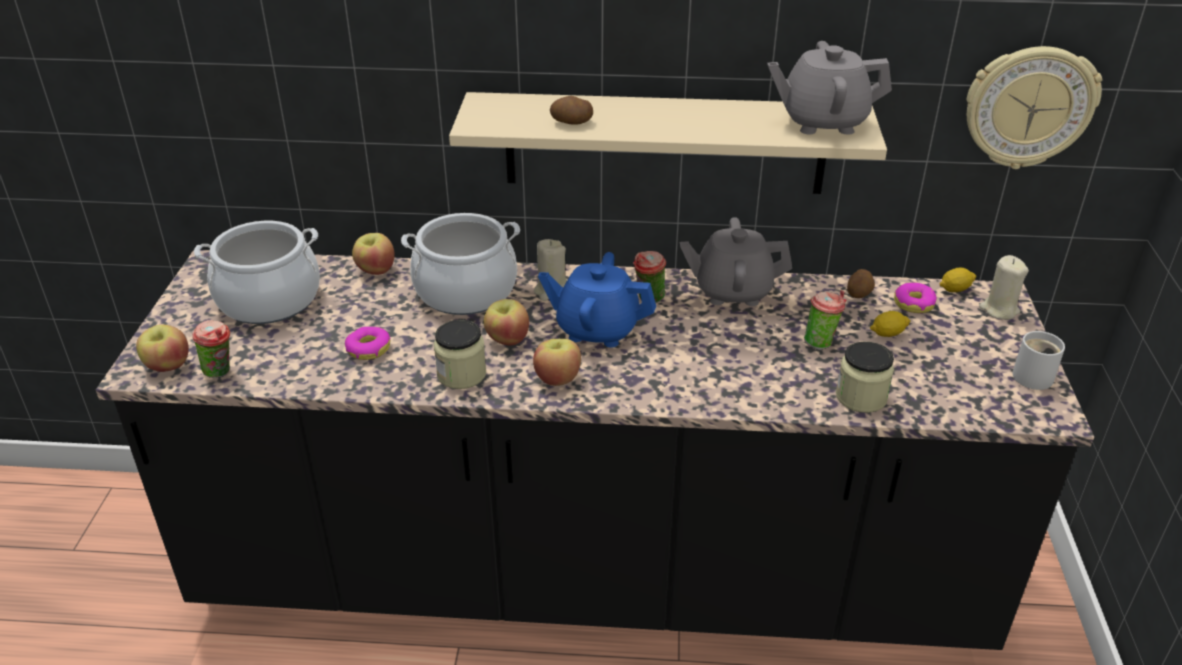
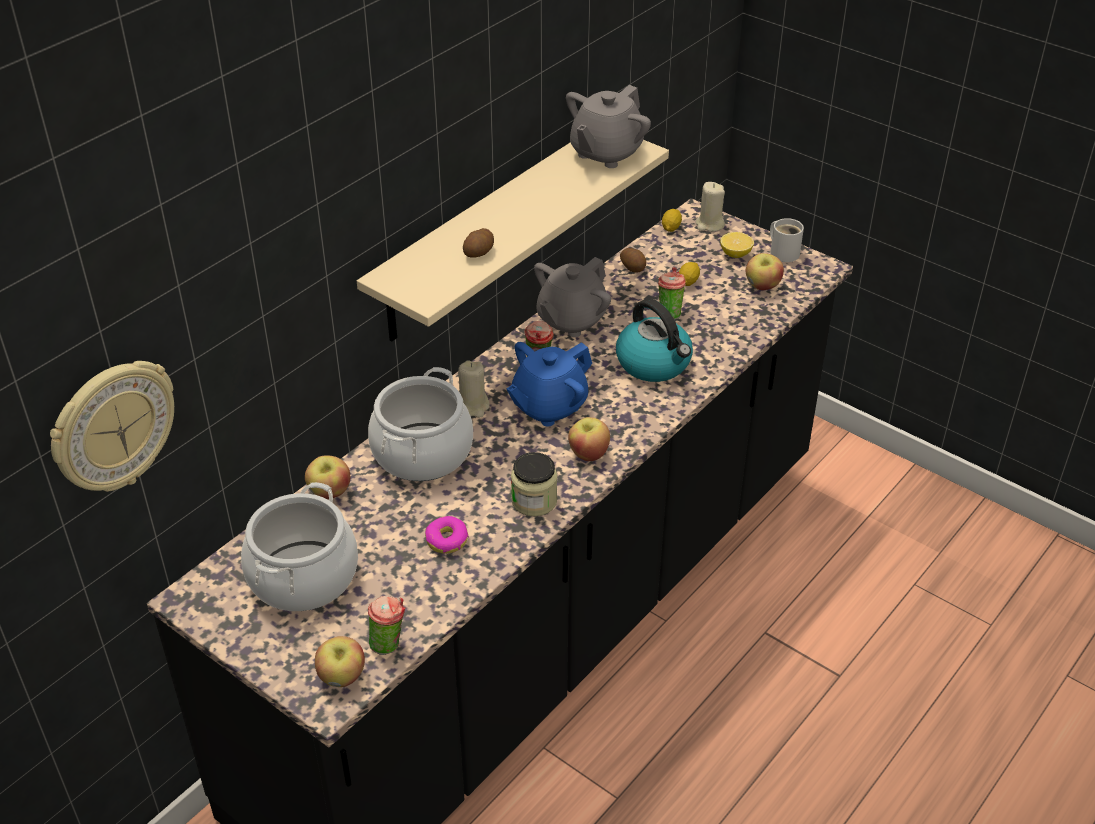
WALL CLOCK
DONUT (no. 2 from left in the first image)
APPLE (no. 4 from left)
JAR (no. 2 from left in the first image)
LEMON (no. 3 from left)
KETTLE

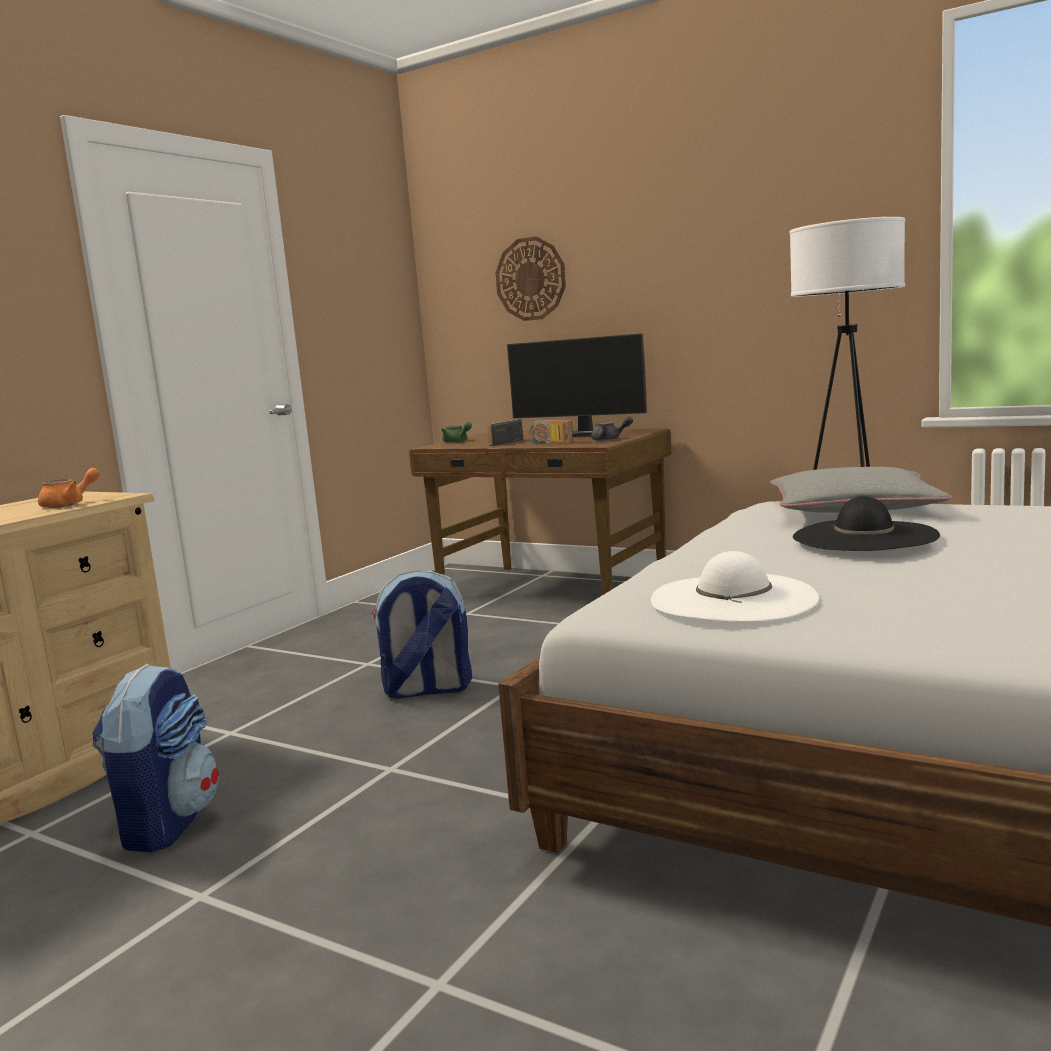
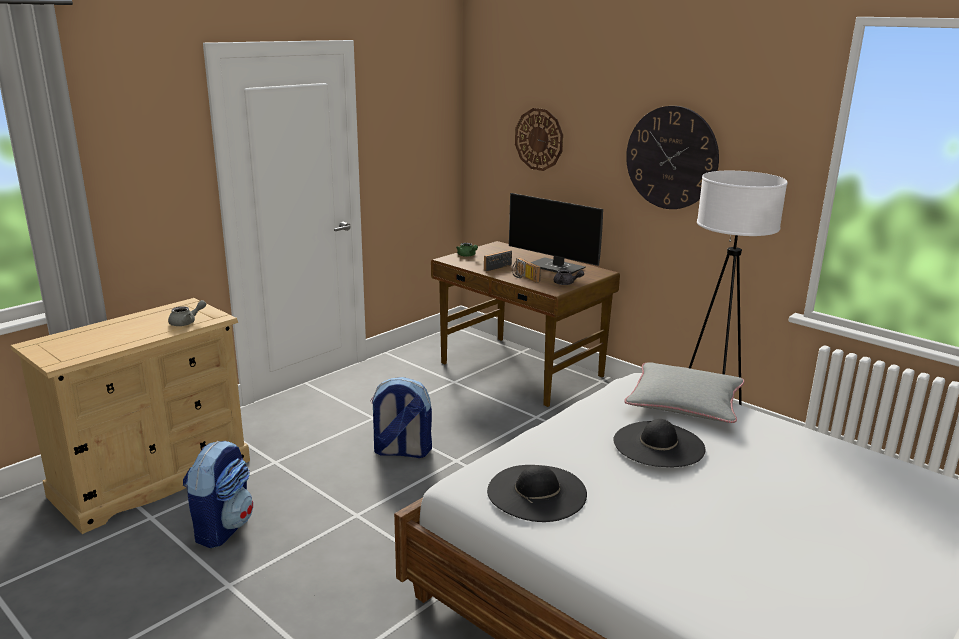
GREY TEAPOT (no. 1 from left)
BLACK HAT (no. 1 from left)
WALL CLOCK (no. 2 from left)

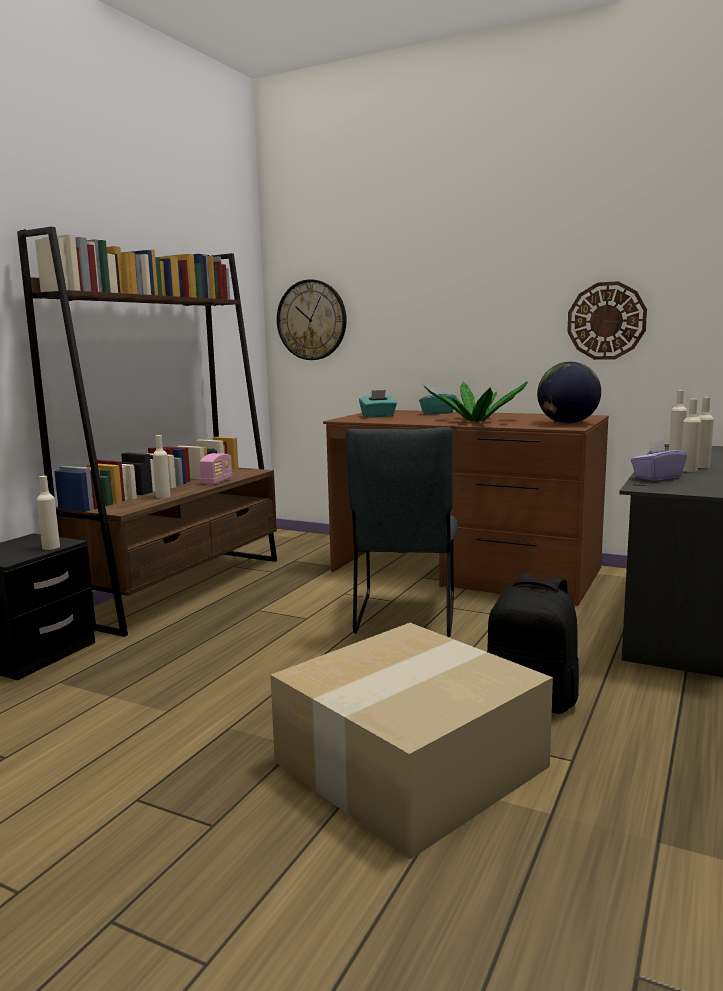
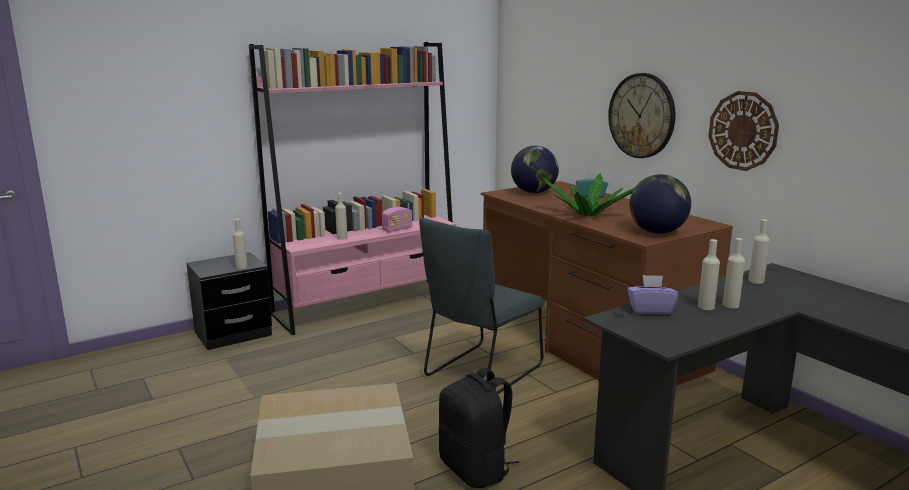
PINK BOOKCASE
WALL CLOCK (no. 1 from left)
GLOBE (no. 1 from left)

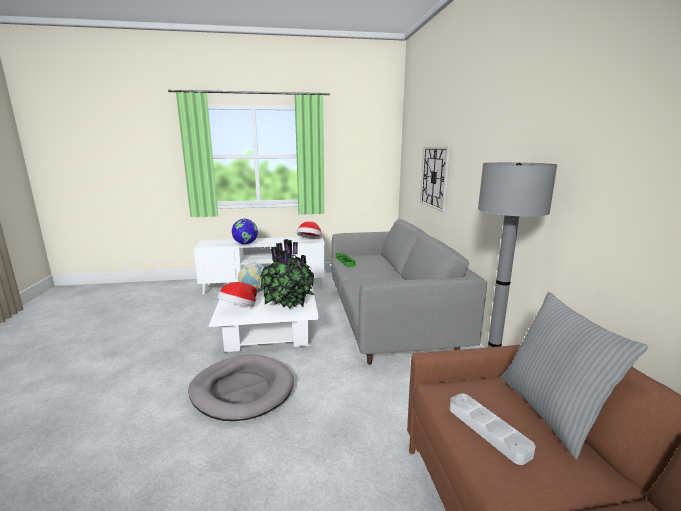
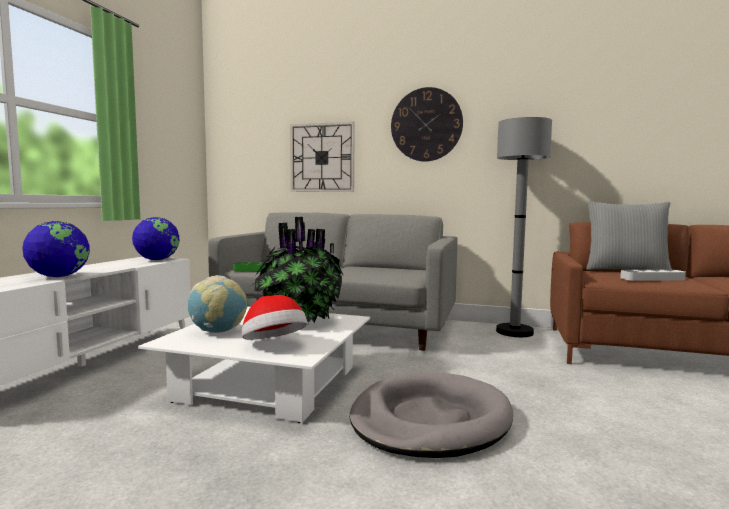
GLOBE (no. 2 from left)
WALL CLOCK (no. 2 from left)

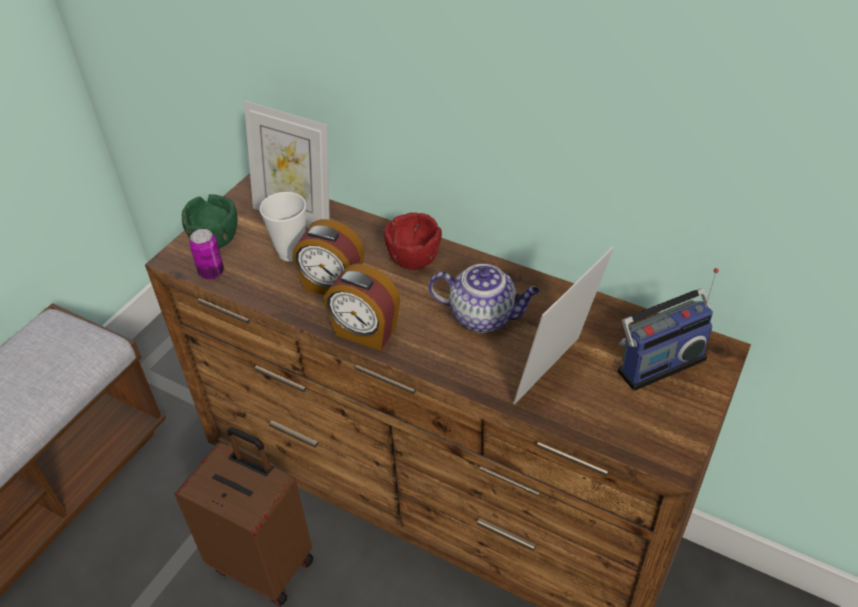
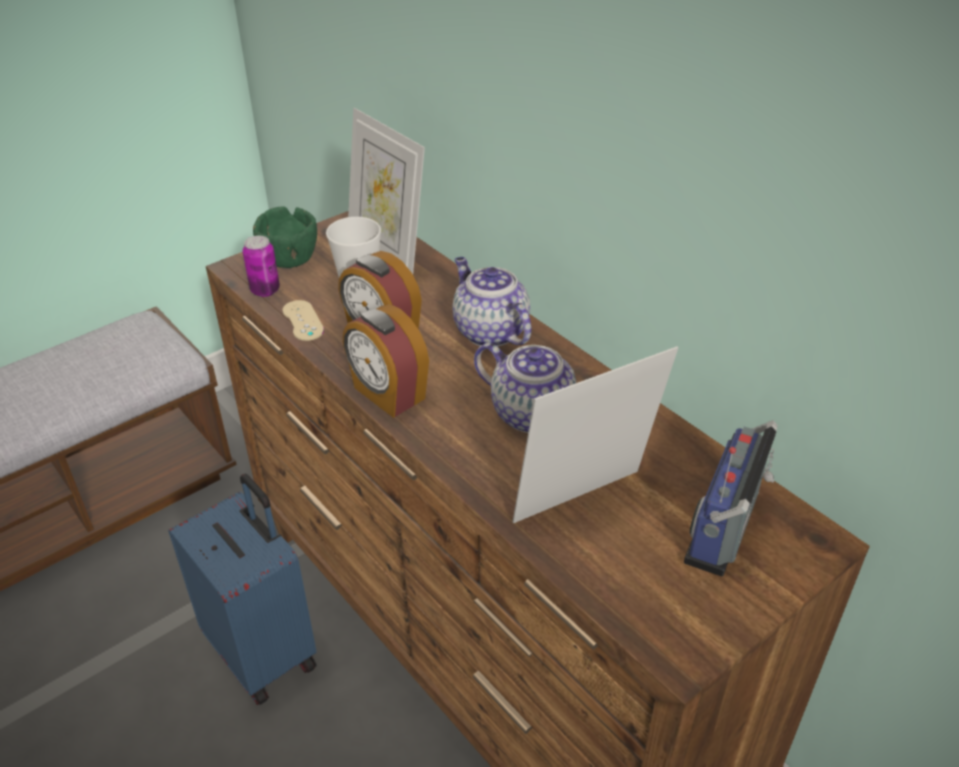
TEAPOT (no. 1 from left)
RADIO
BLUE SUITCASE
BEIGE GAME CONTROLLER

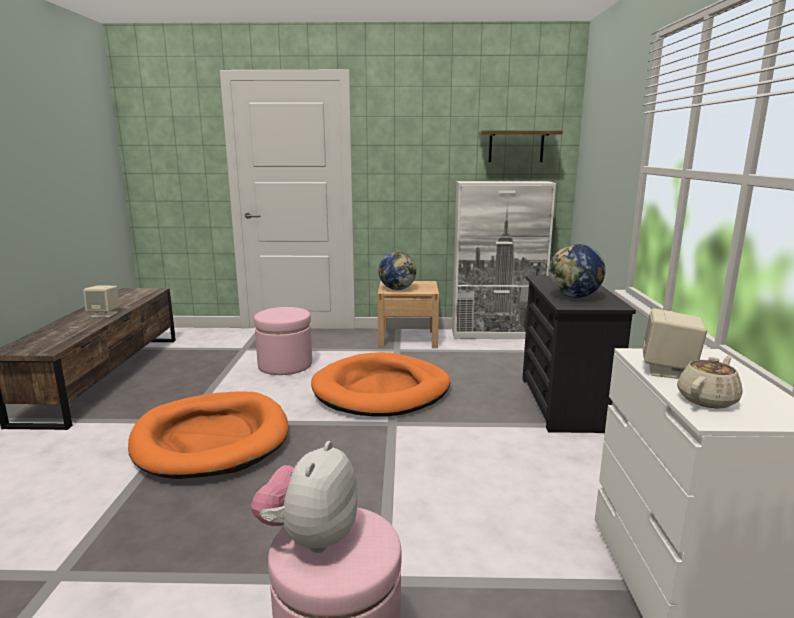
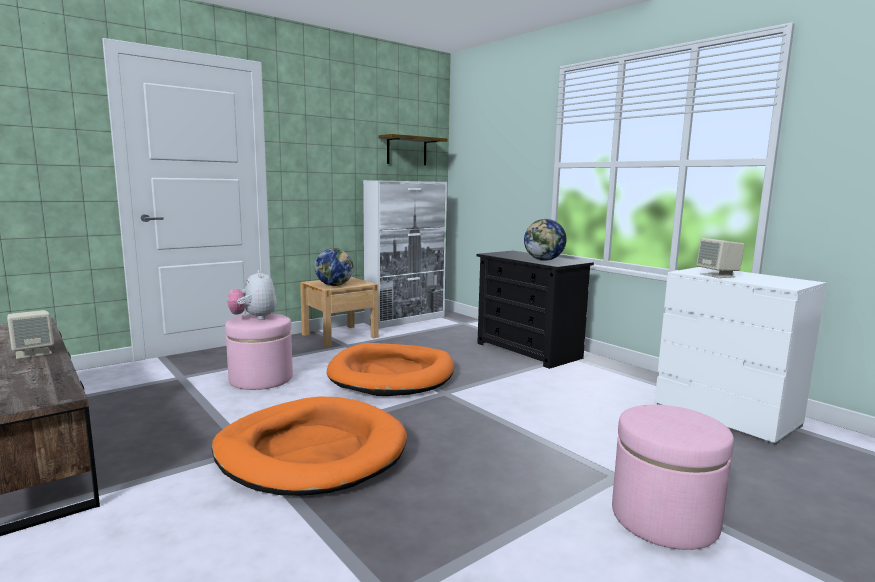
BEIGE TEAPOT
PLUSH TOY

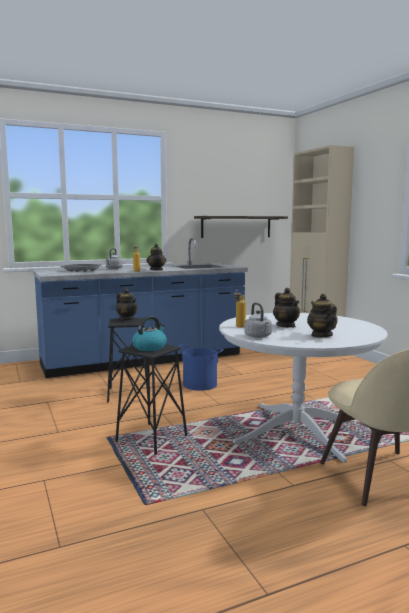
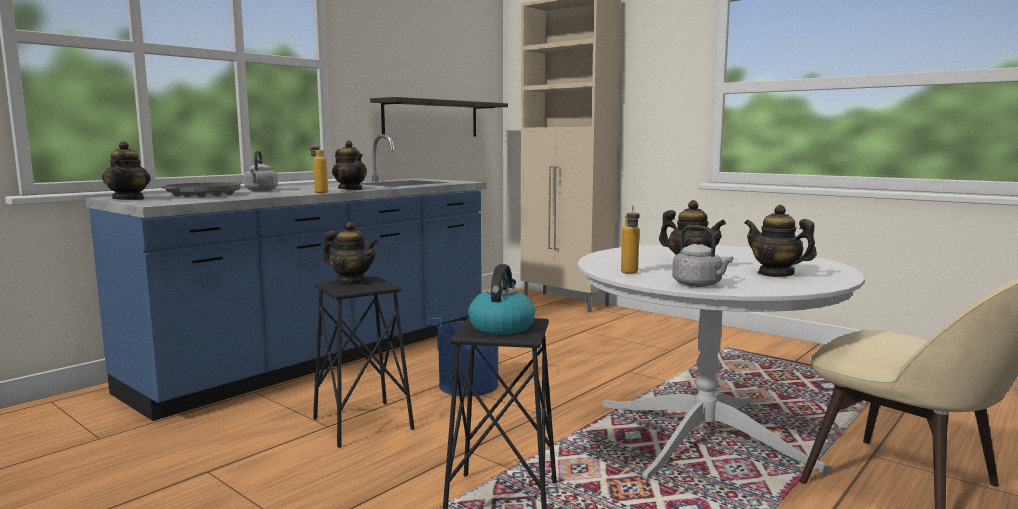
TEAPOT (no. 1 from left)

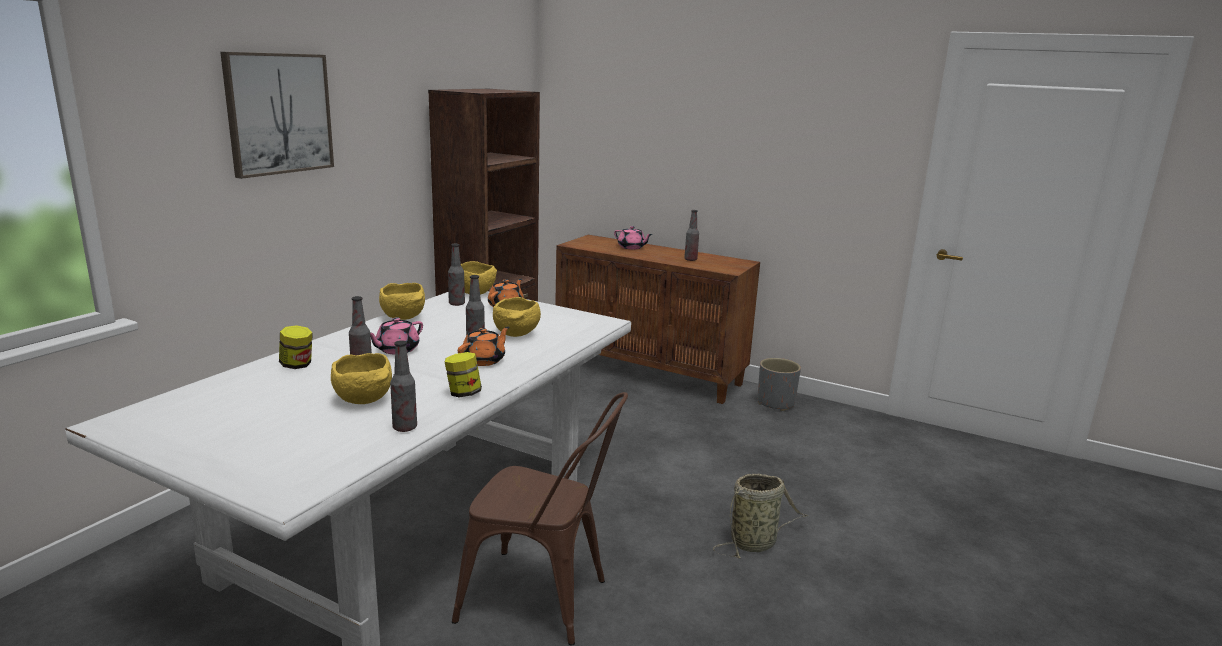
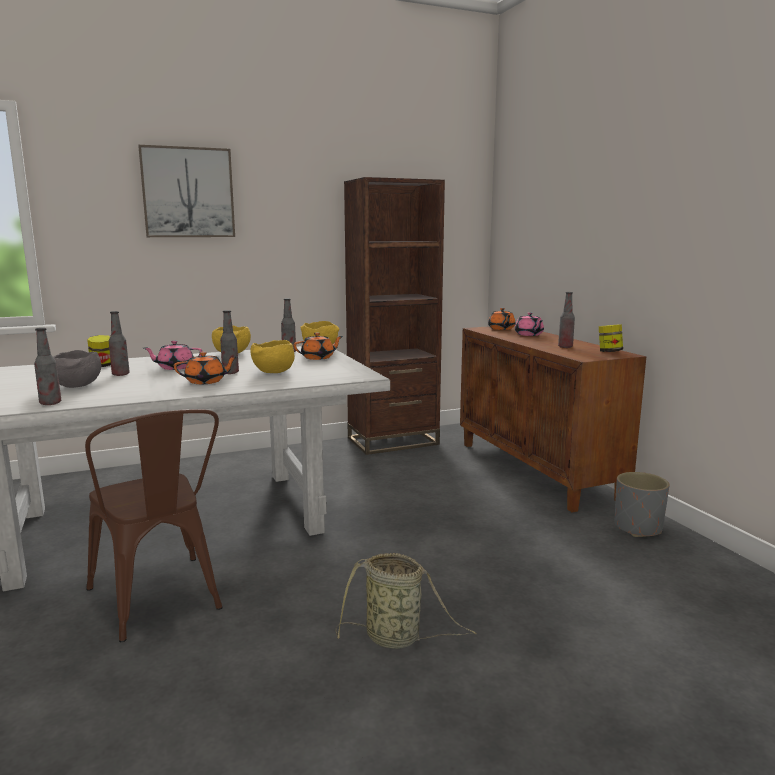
JAR (no. 2 from left)
GREY BOWL
ORANGE TEAPOT (no. 3 from left)

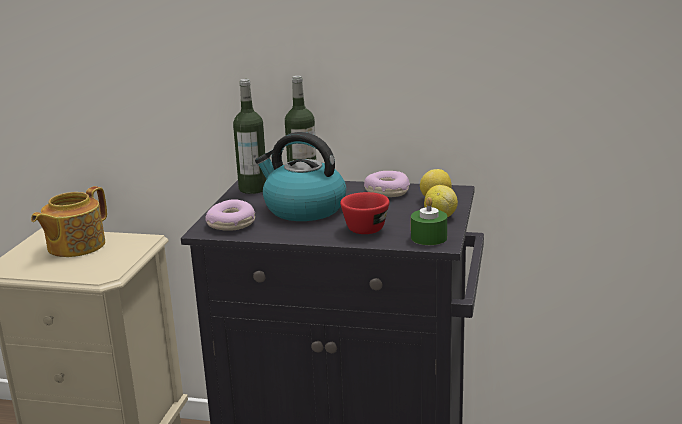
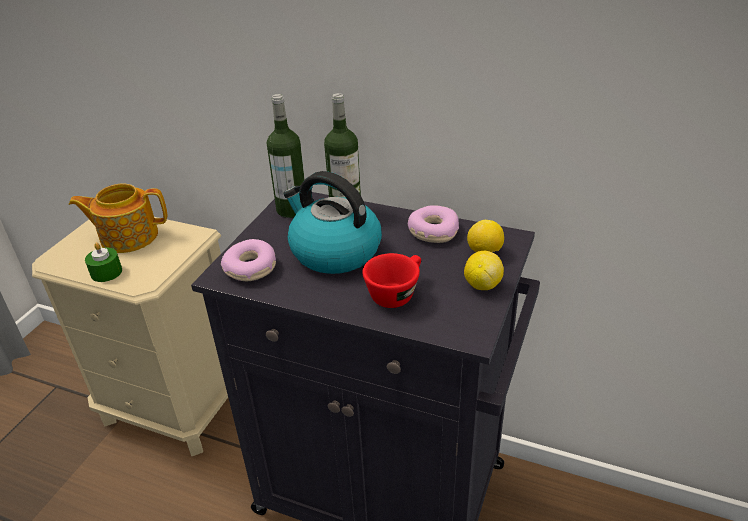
TEAPOT
GREEN CANDLE

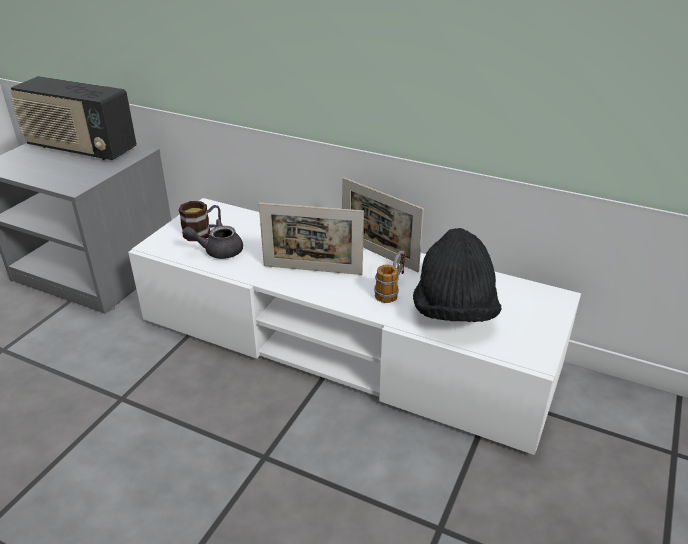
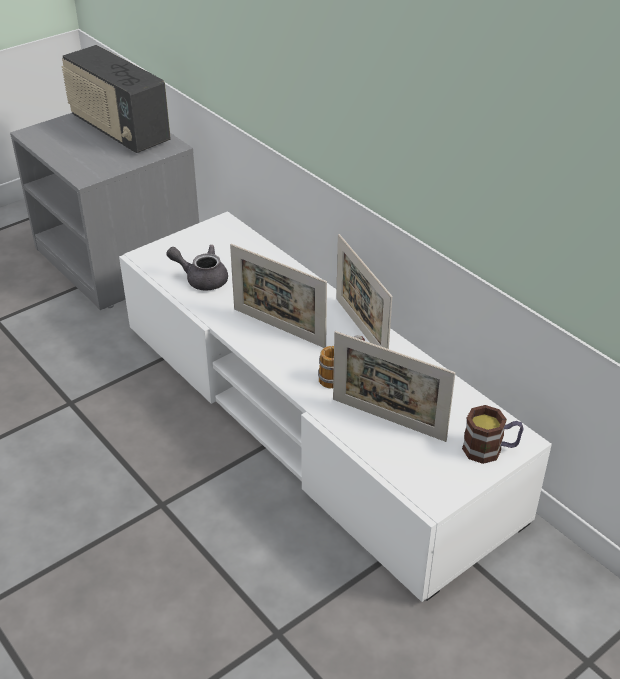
MUG (no. 2 from left)
PICTURE FRAME (no. 3 from left)

